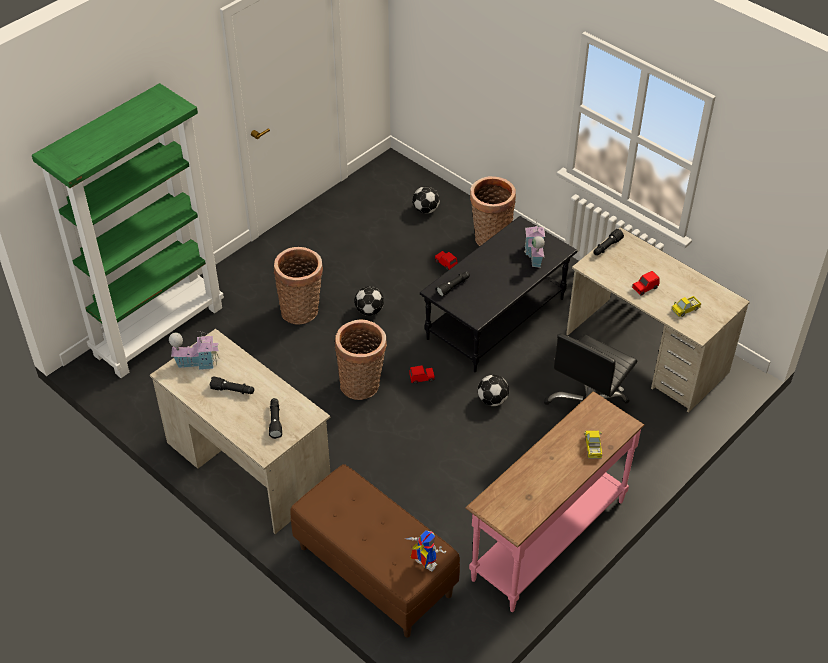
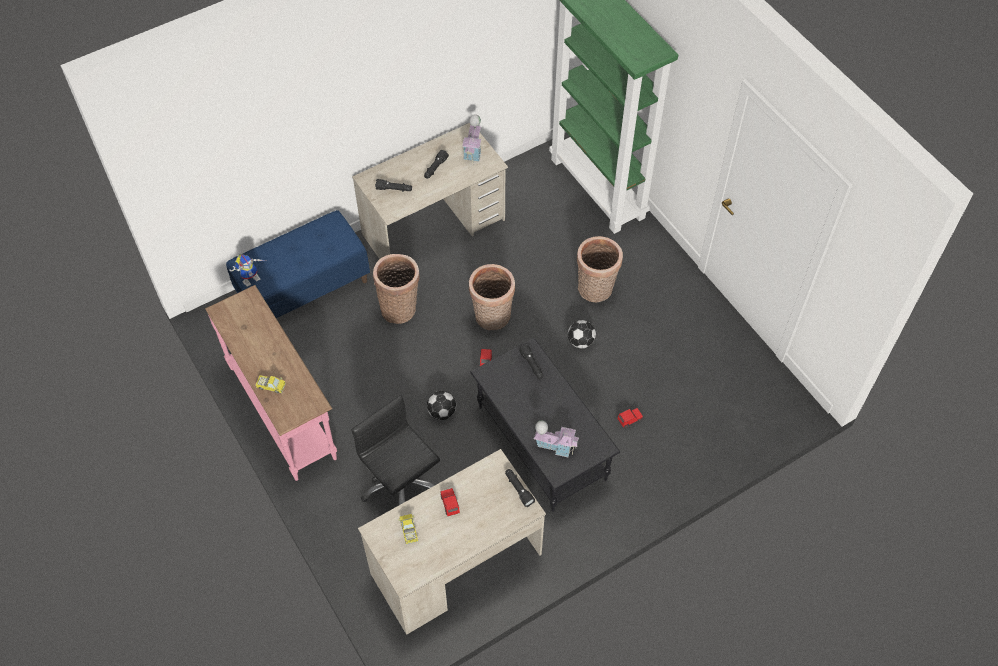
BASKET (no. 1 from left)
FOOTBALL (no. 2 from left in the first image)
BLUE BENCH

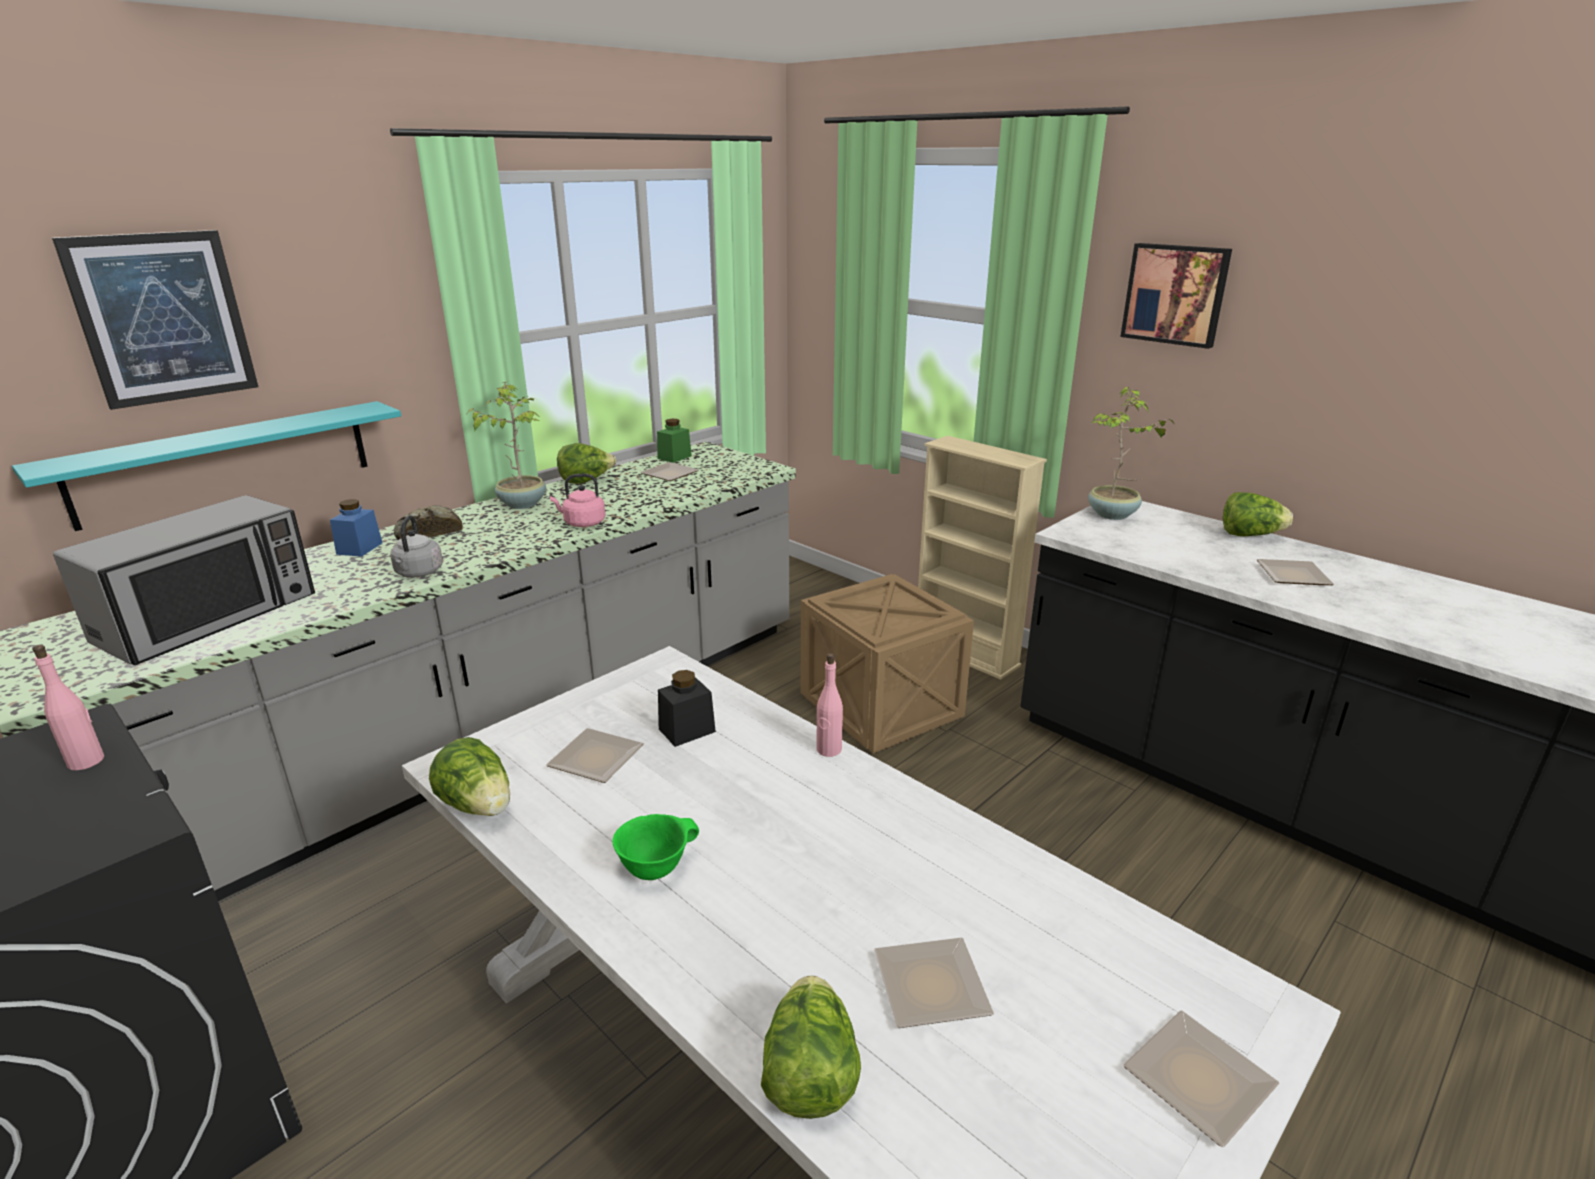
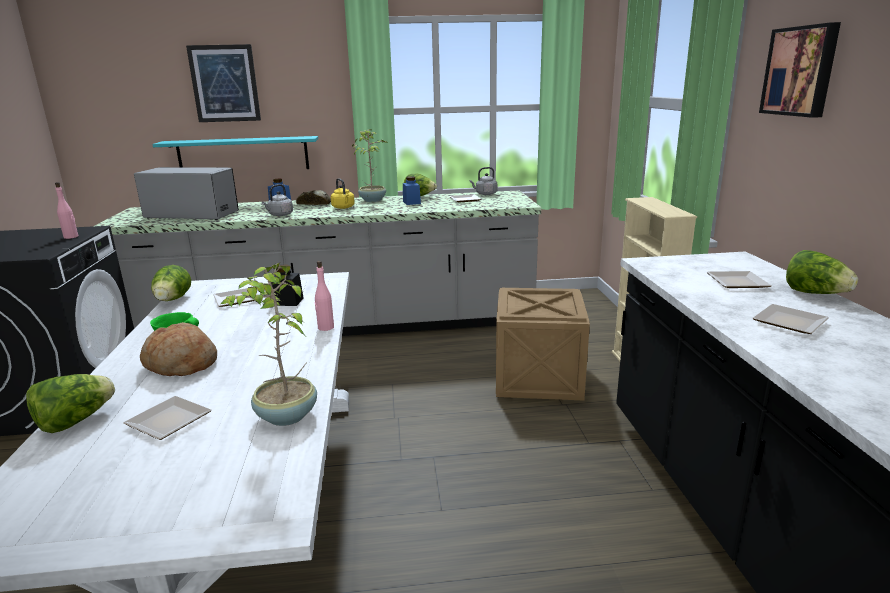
POTTED PLANT (no. 1 from left)
GREY KETTLE (no. 2 from left)
PINK KETTLE
MICROWAVE
PLATE (no. 4 from left)
BLUE JAR (no. 2 from left)
YELLOW KETTLE
BREAD (no. 1 from left)

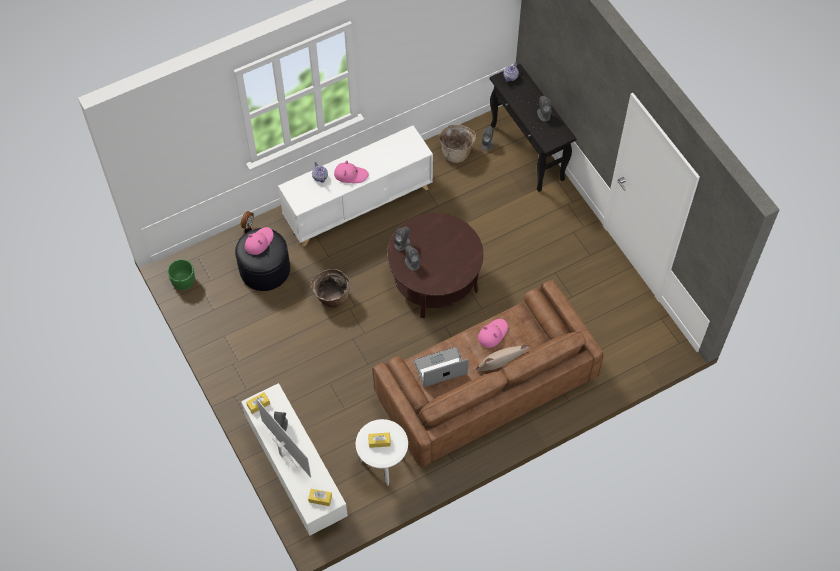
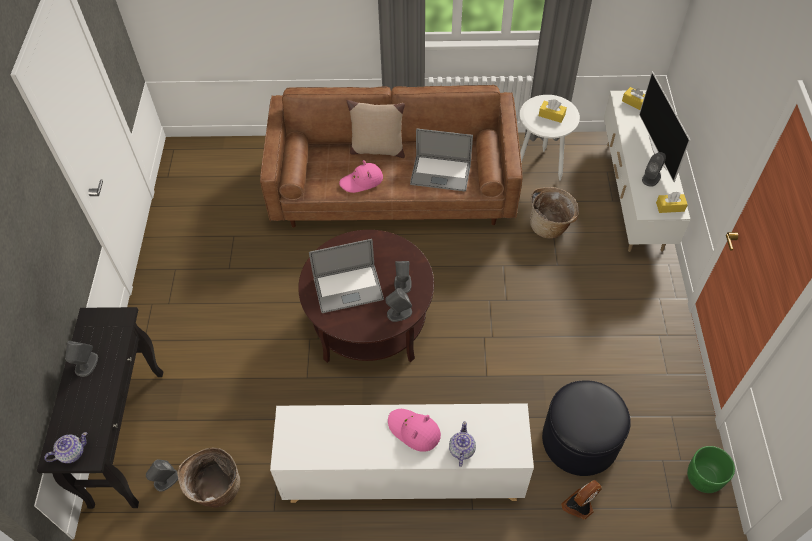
PINK HAT (no. 1 from left in the first image)
BASKET (no. 2 from left)
LAPTOP (no. 1 from left)

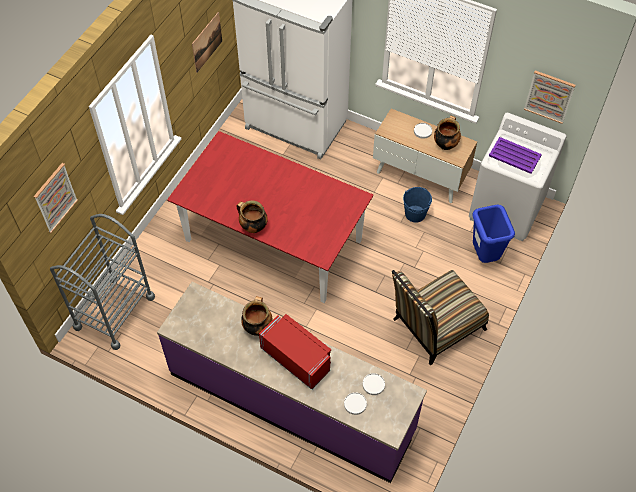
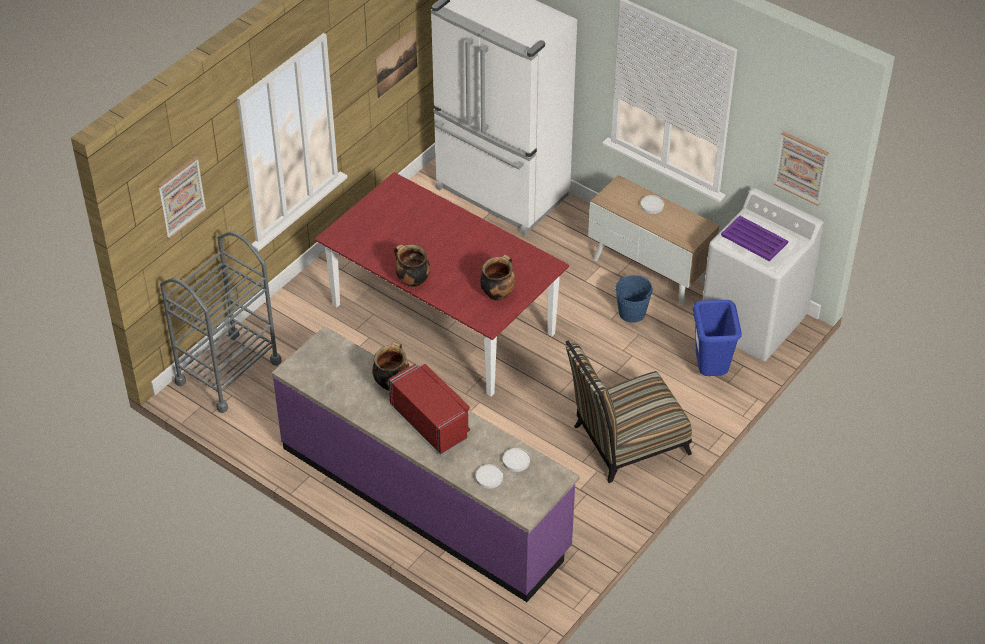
COOKING POT (no. 3 from left)

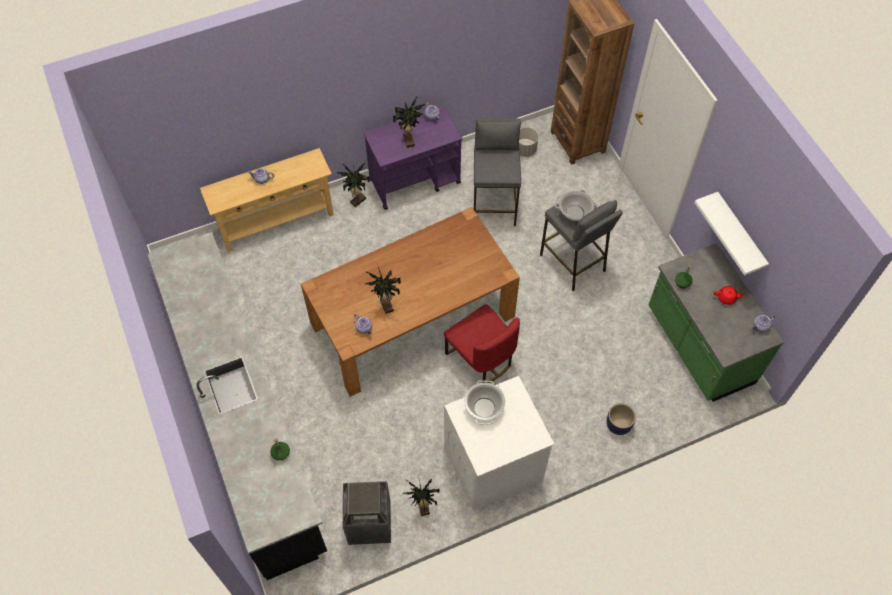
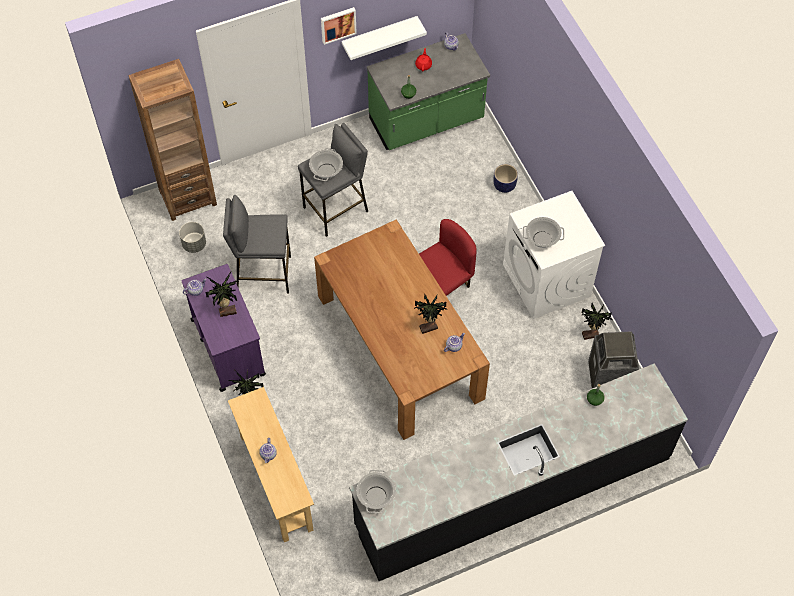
PICTURE
COOKING POT (no. 2 from left)

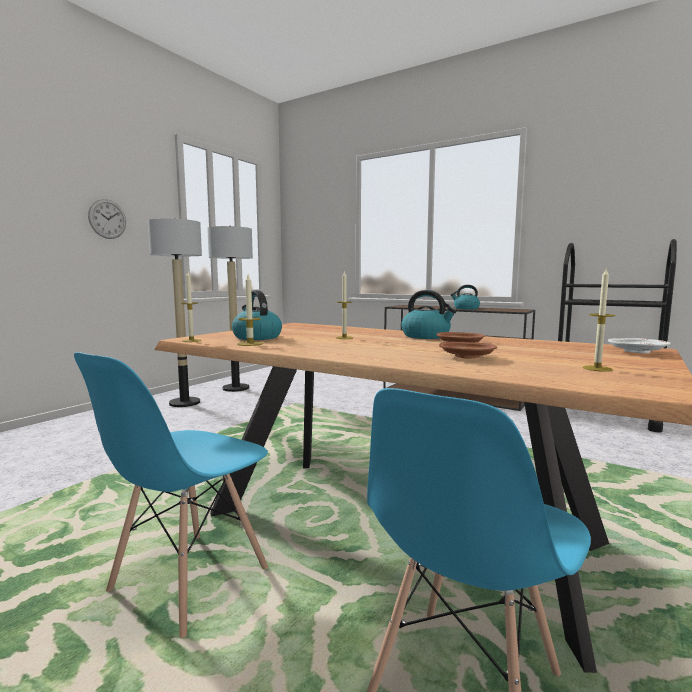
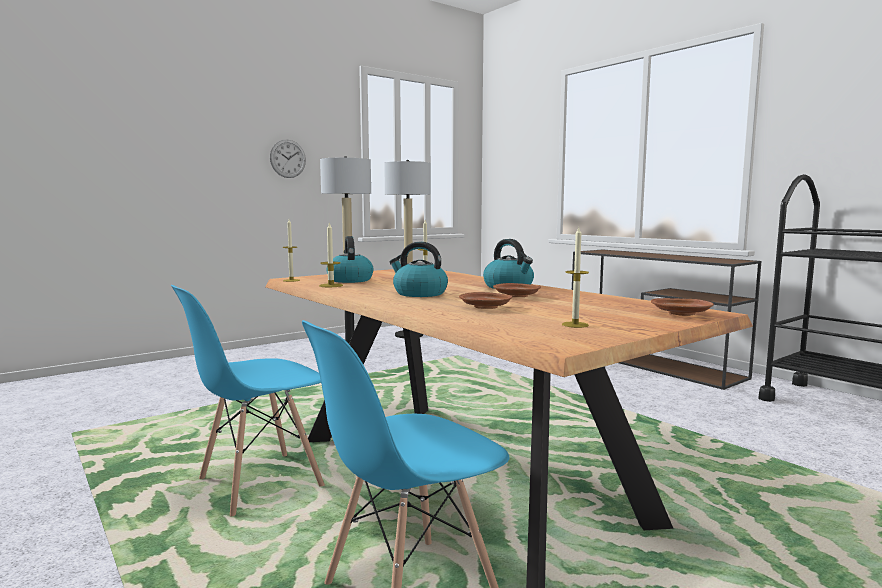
KETTLE (no. 2 from left)
BROWN PLATE (no. 3 from left)

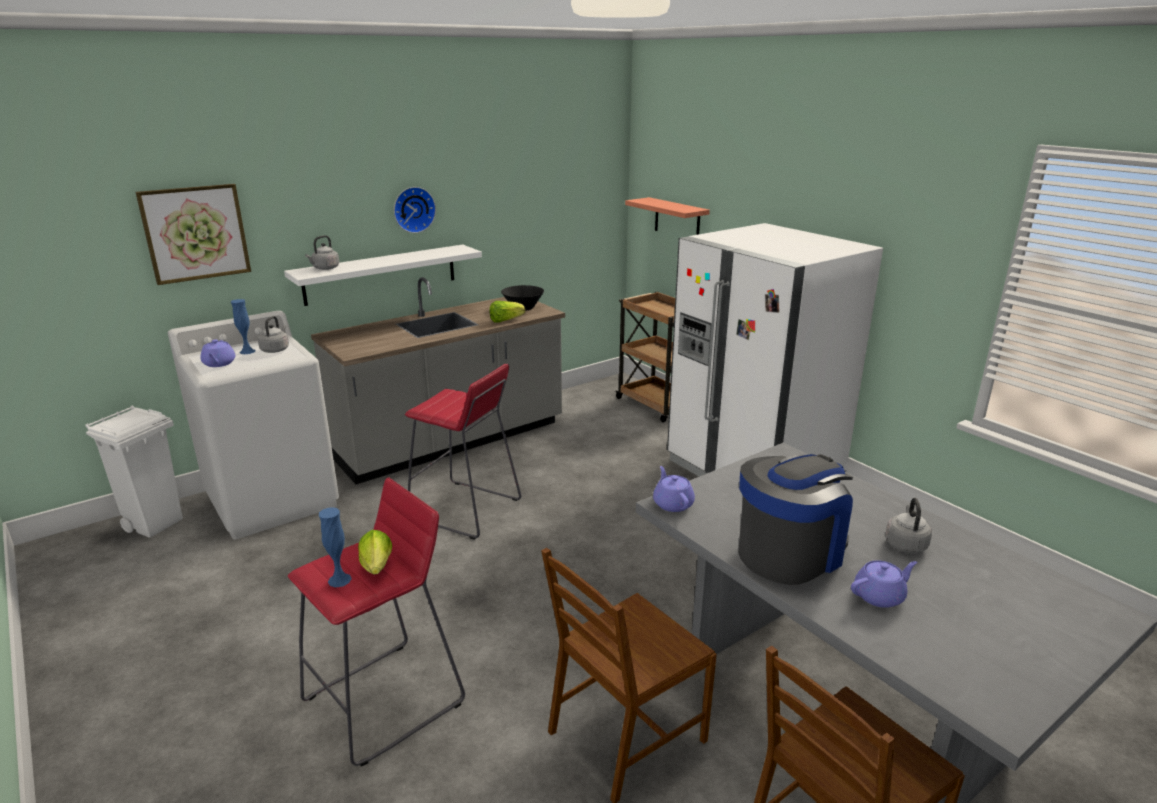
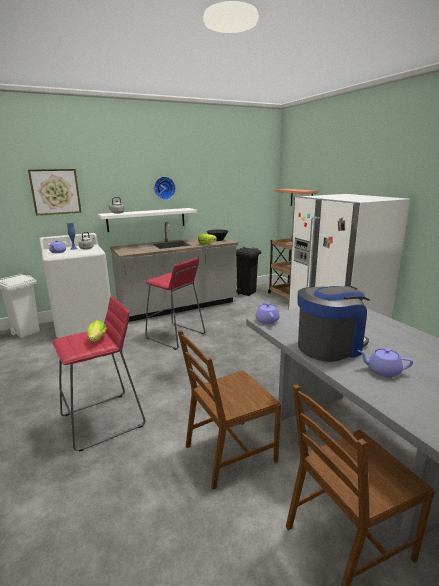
GREY KETTLE (no. 3 from left in the first image)
BLUE VASE (no. 2 from left in the first image)
PURPLE TEAPOT (no. 3 from left)
BLACK TRASH CAN

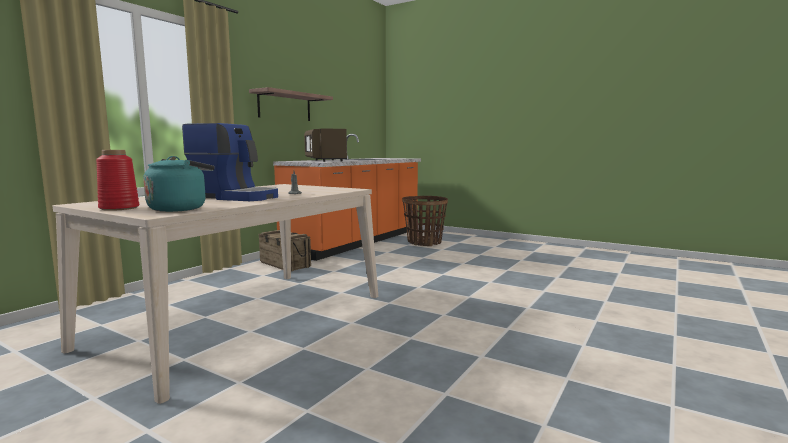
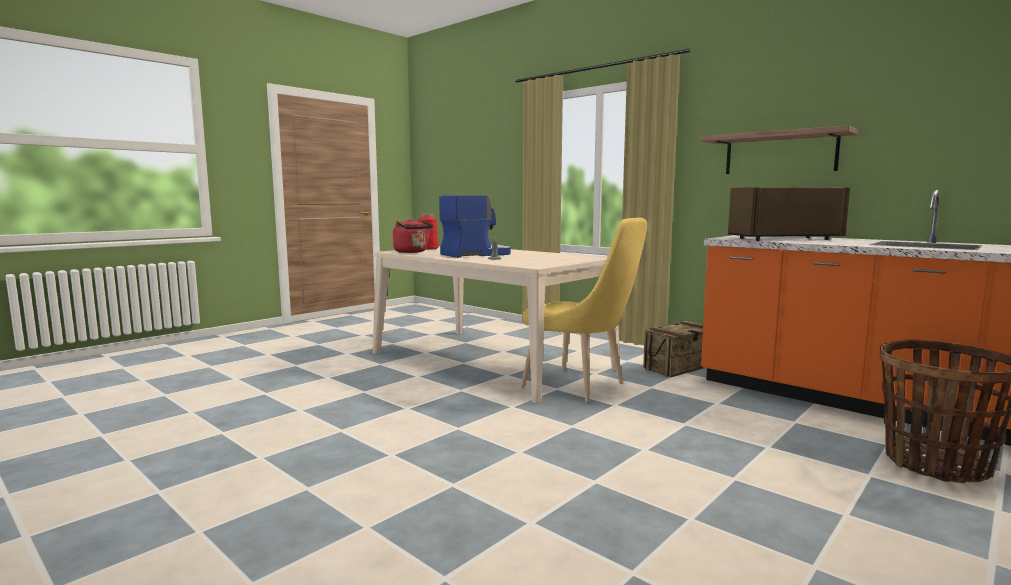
COFFEE MACHINE
RED KETTLE
YELLOW CHAIR

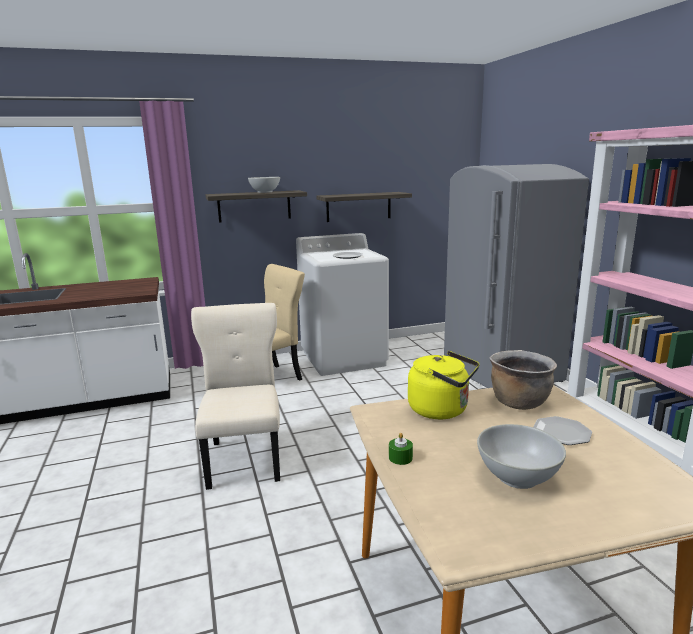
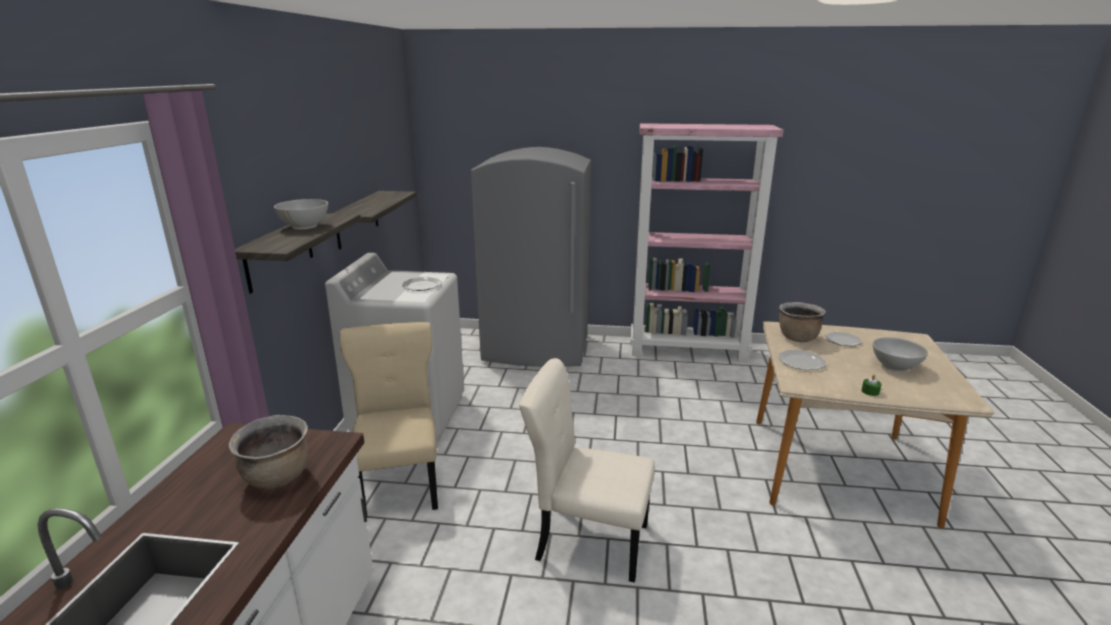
PLATE (no. 2 from left)
BROWN COOKING POT (no. 1 from left)

